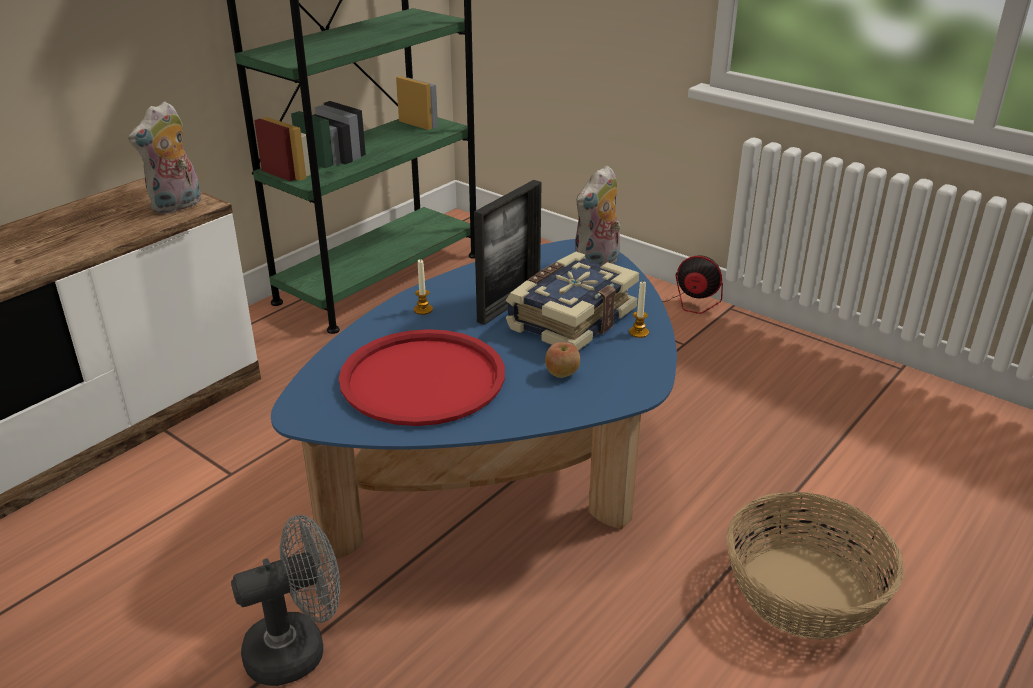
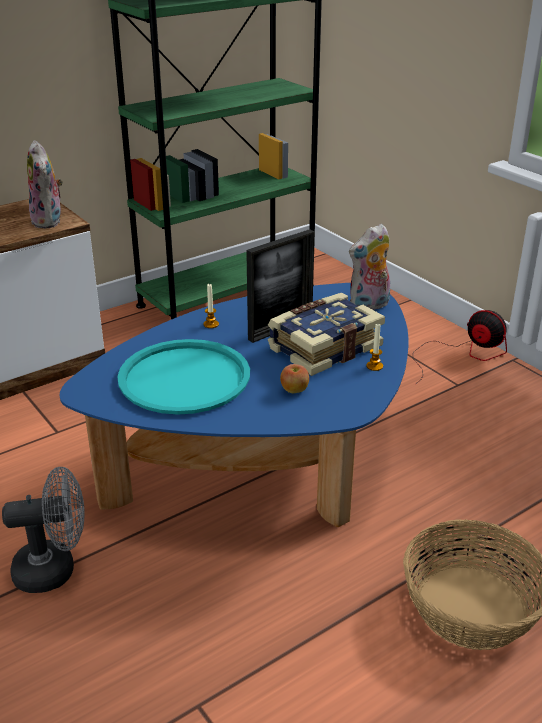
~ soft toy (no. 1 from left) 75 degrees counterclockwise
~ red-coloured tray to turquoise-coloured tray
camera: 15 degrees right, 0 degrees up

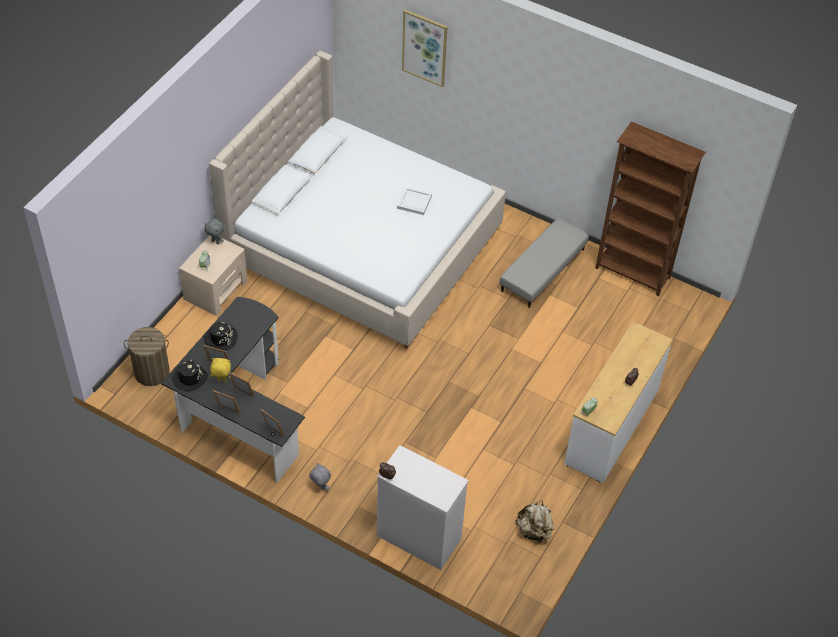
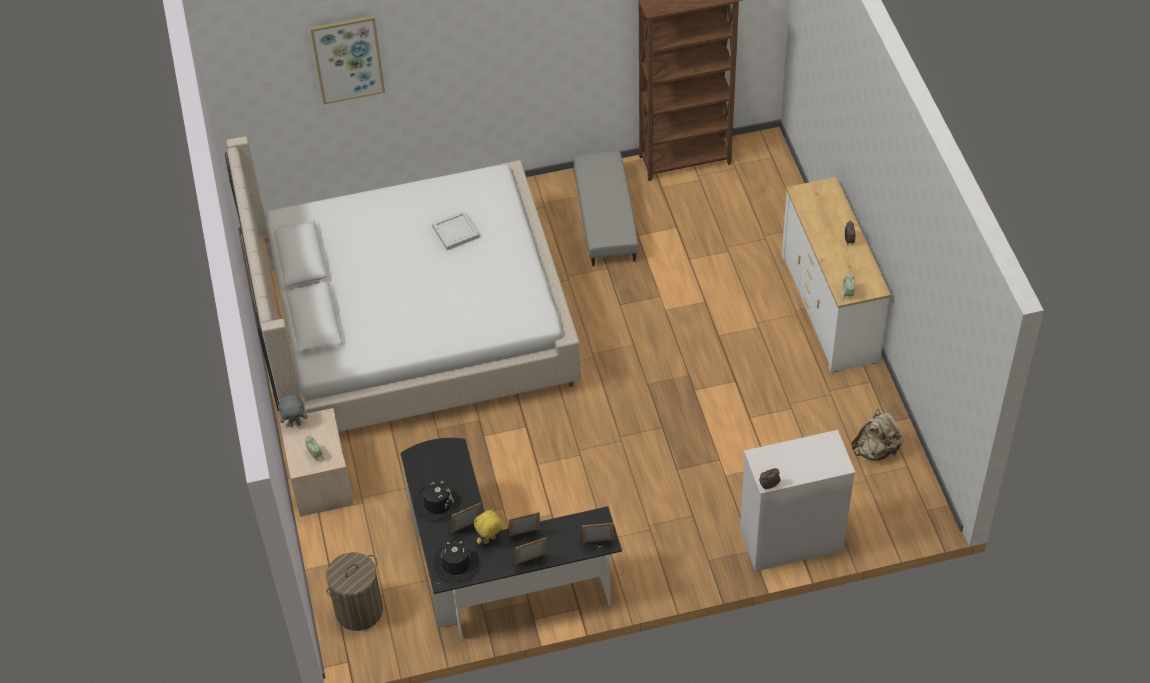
- greyish soft toy (no. 2 from left)
camera: 40 degrees left, 0 degrees up

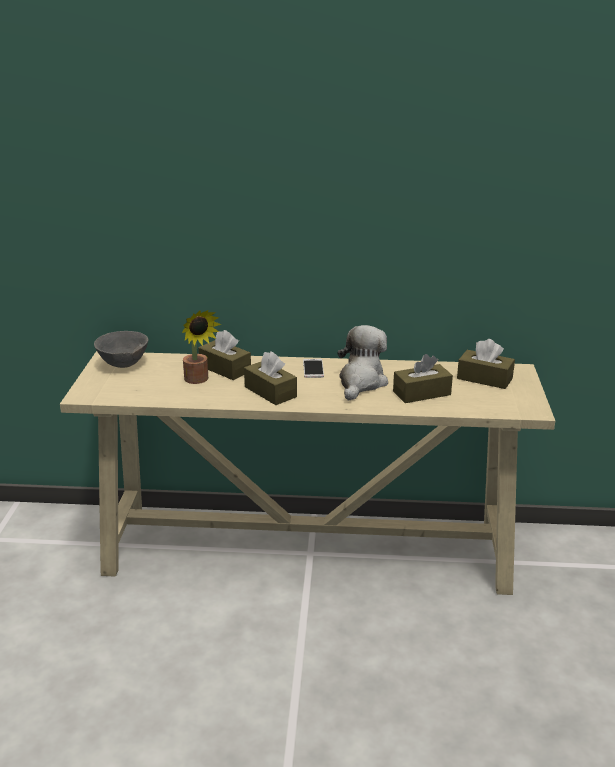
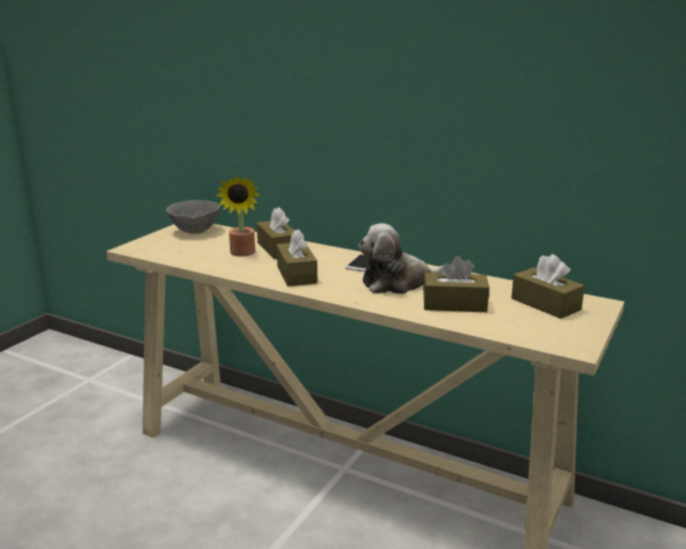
~ soft toy 150 degrees counterclockwise
camera: 25 degrees right, 5 degrees down

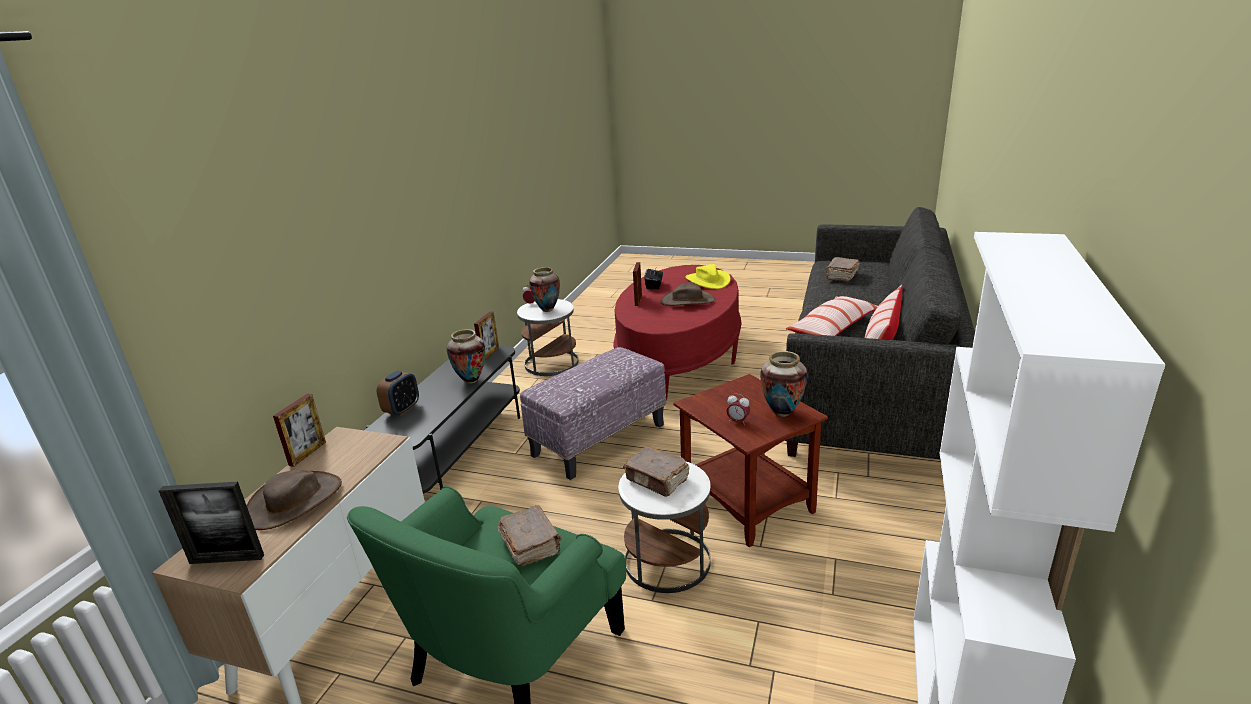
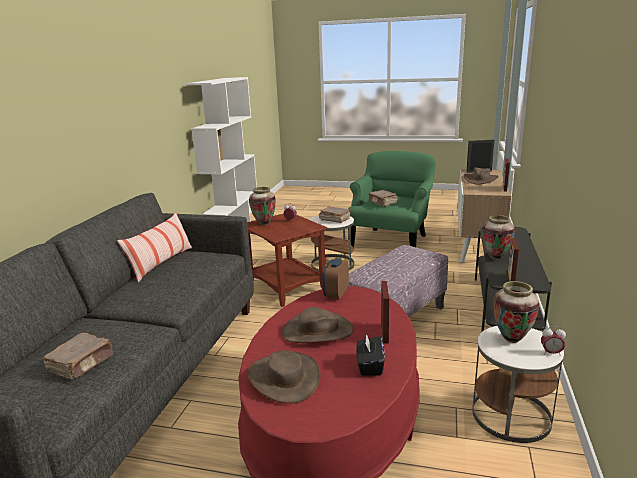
~ yellowish wearable hat to brown-coloured wearable hat (no. 1 from left)
- cushion (no. 1 from left)
~ bedside clock (no. 1 from left in the first image) to bedside clock (no. 2 from left)
camera: 175 degrees right, 5 degrees down

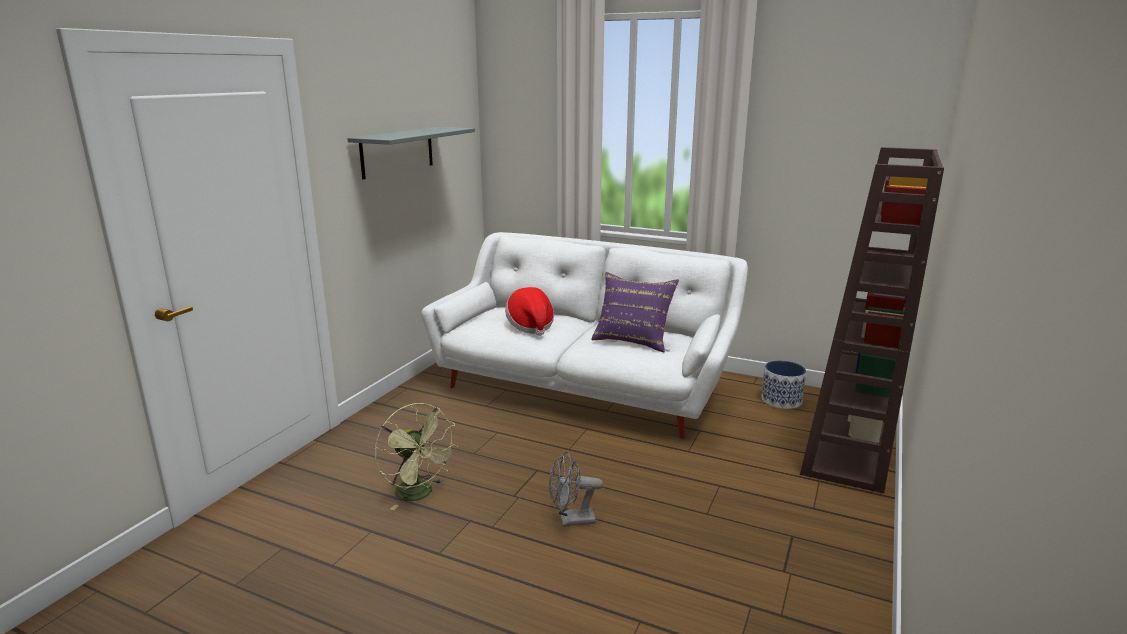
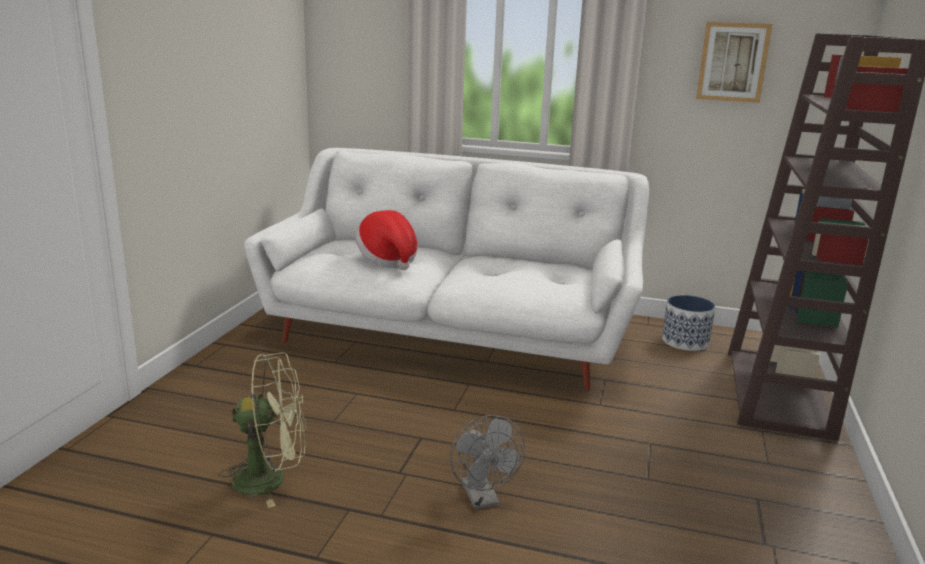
- greyish wall shelf
- purple-coloured cushion
~ green-coloured fan 45 degrees counterclockwise
~ greyish fan 90 degrees counterclockwise
+ wall picture
camera: 10 degrees left, 0 degrees up

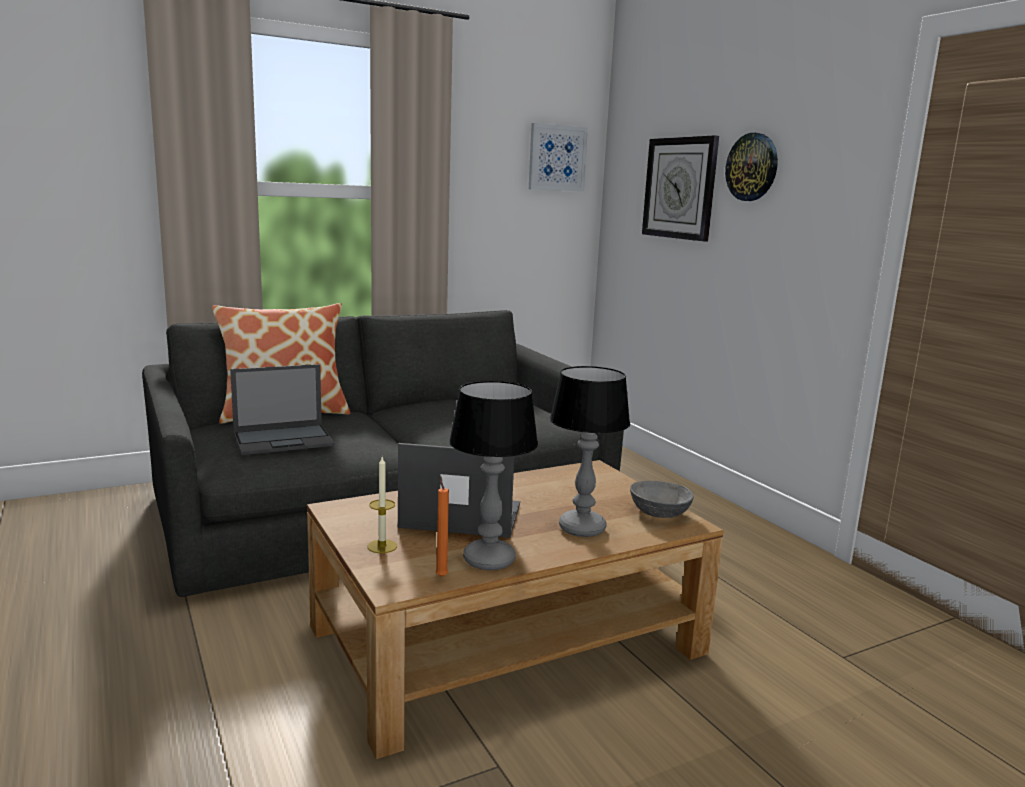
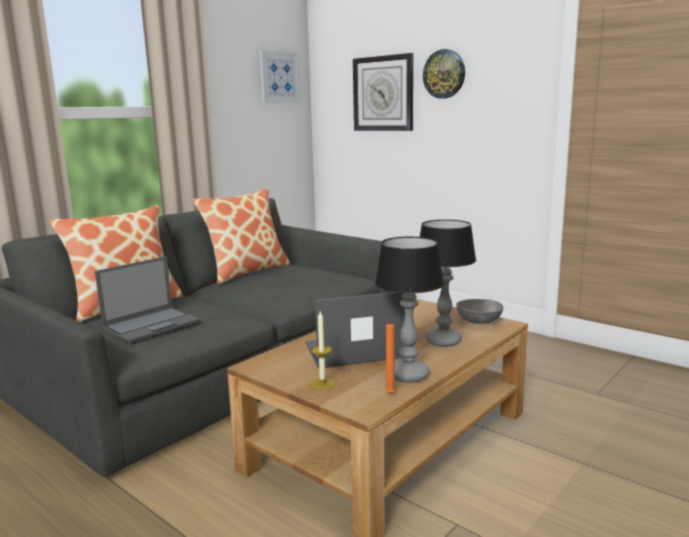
+ cushion (no. 2 from left)
camera: 20 degrees left, 0 degrees up

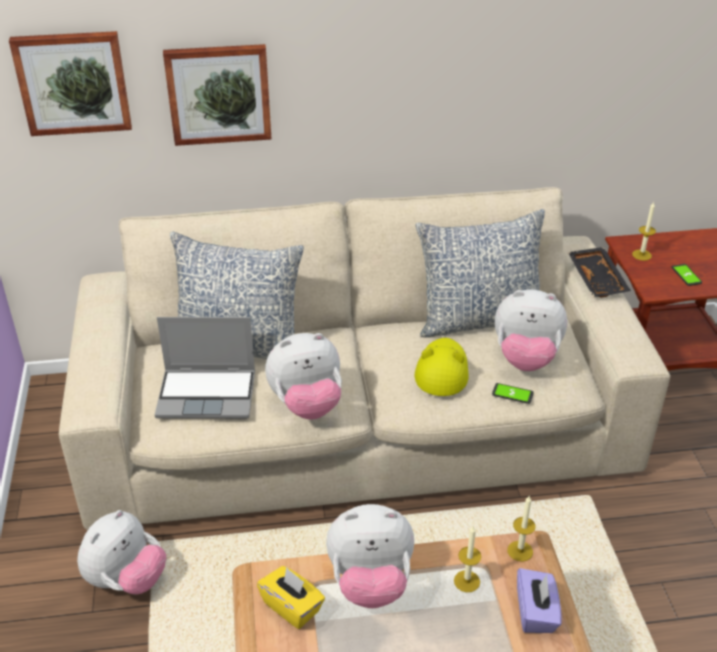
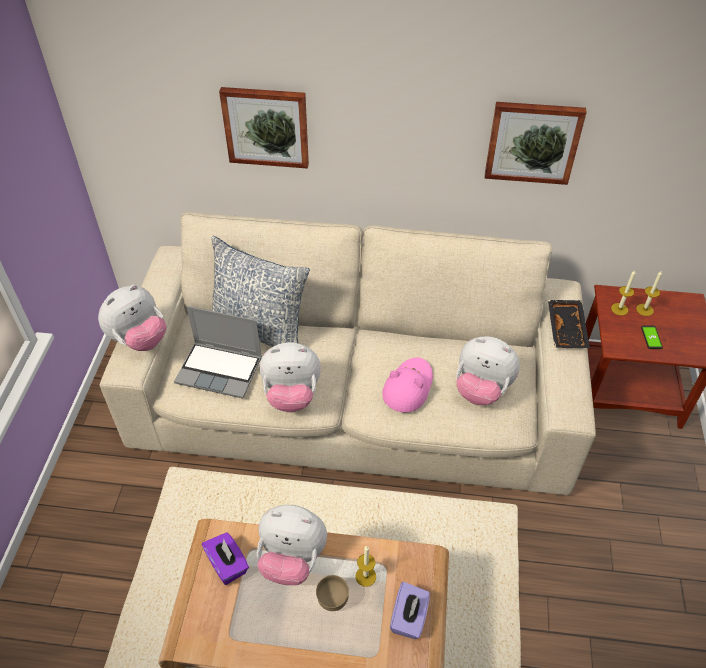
~ wall picture (no. 1 from left in the first image) to wall picture (no. 2 from left)
- cushion (no. 2 from left)
~ yellowish wearable hat to pink-coloured wearable hat
- phone (no. 1 from left)
~ candle (no. 2 from left in the first image) to candle (no. 3 from left)
~ soft toy (no. 1 from left)
~ yellowish box of tissues to purple-coloured box of tissues (no. 1 from left)
+ brown-coloured bowl
camera: 15 degrees right, 10 degrees up

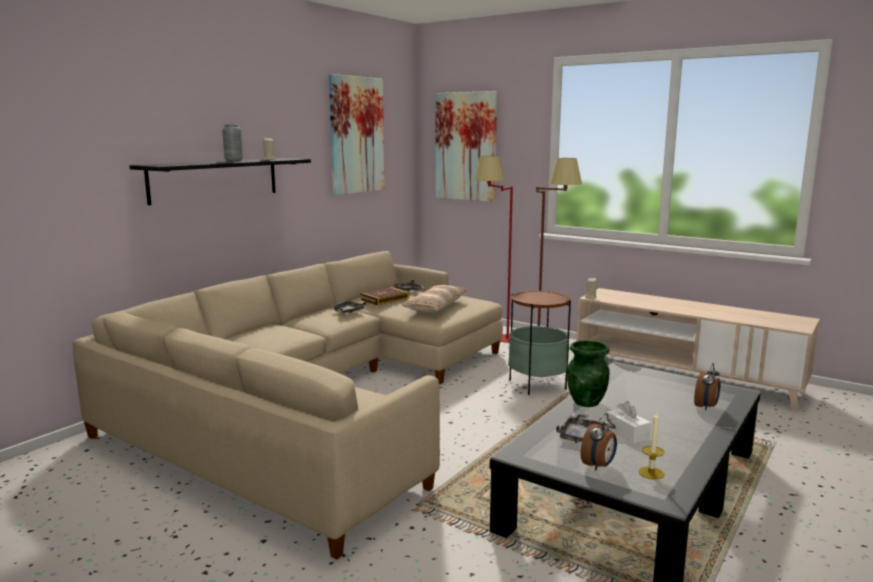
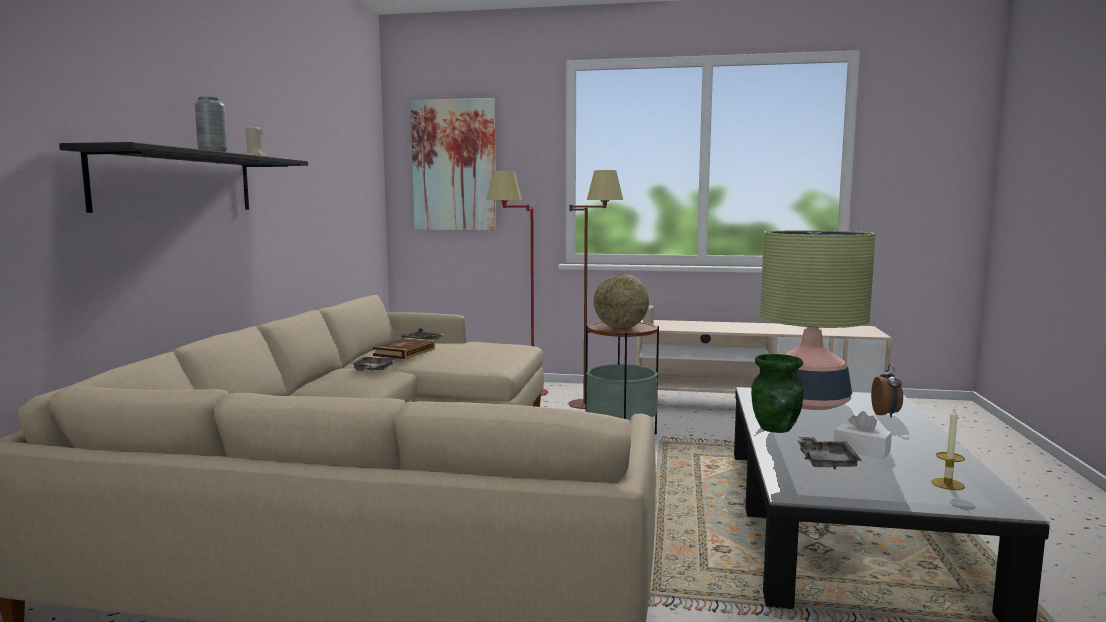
- wall picture (no. 1 from left)
- cushion
- bedside clock (no. 1 from left)
+ tabletop lamp
+ globe
camera: 25 degrees left, 5 degrees down

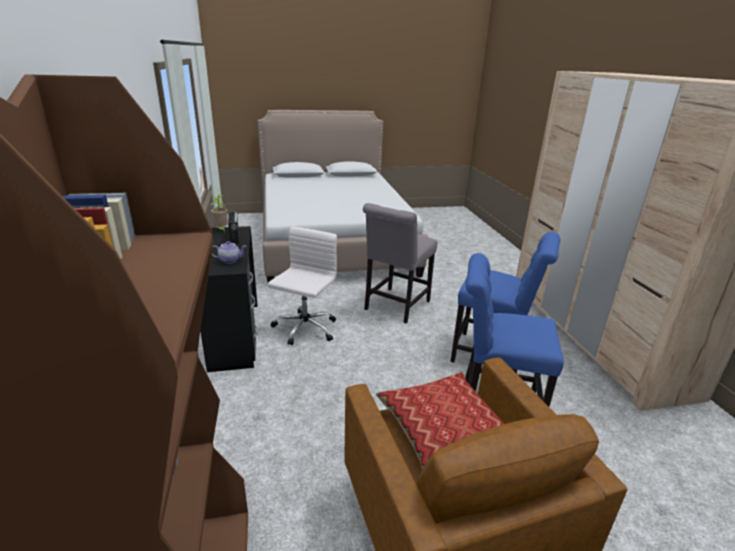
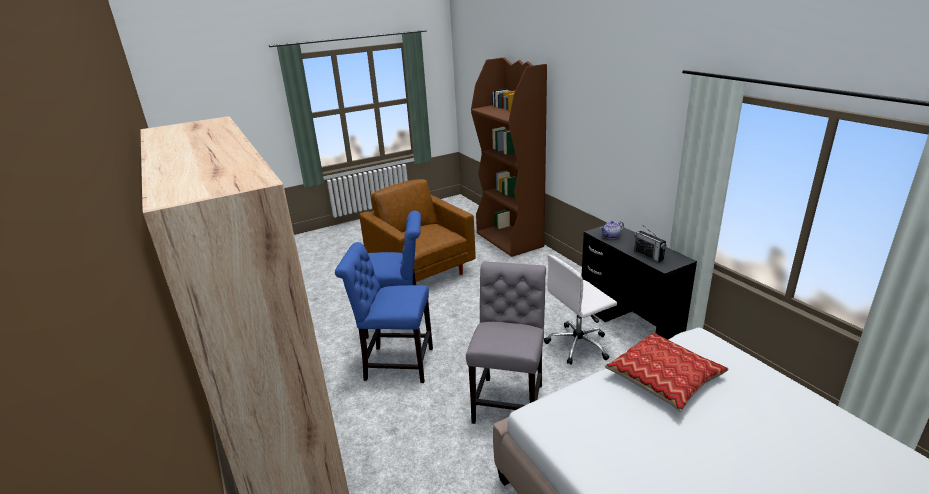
- potted plant
~ white desk chair 60 degrees clockwise
~ cushion
camera: 165 degrees right, 0 degrees up

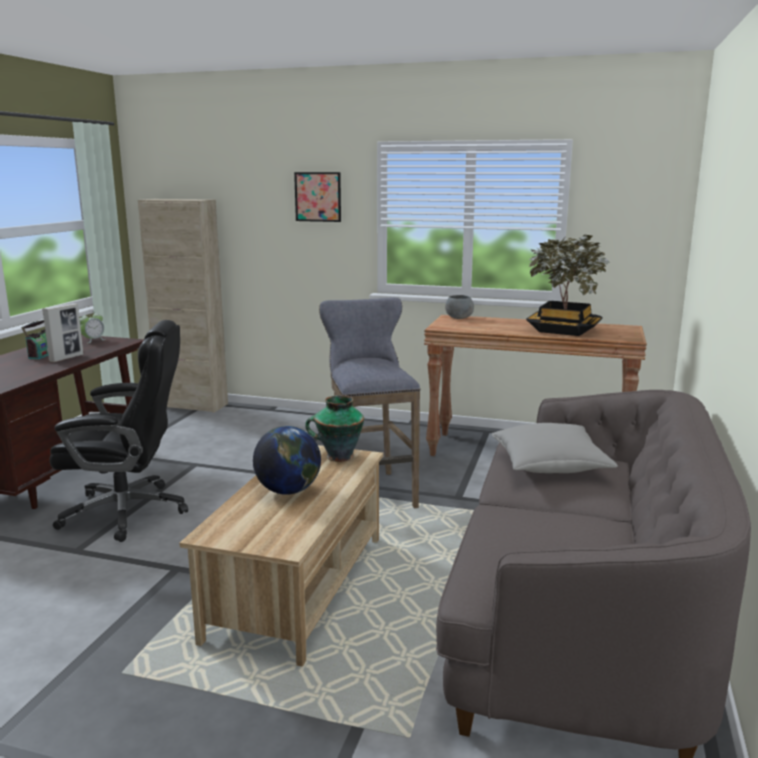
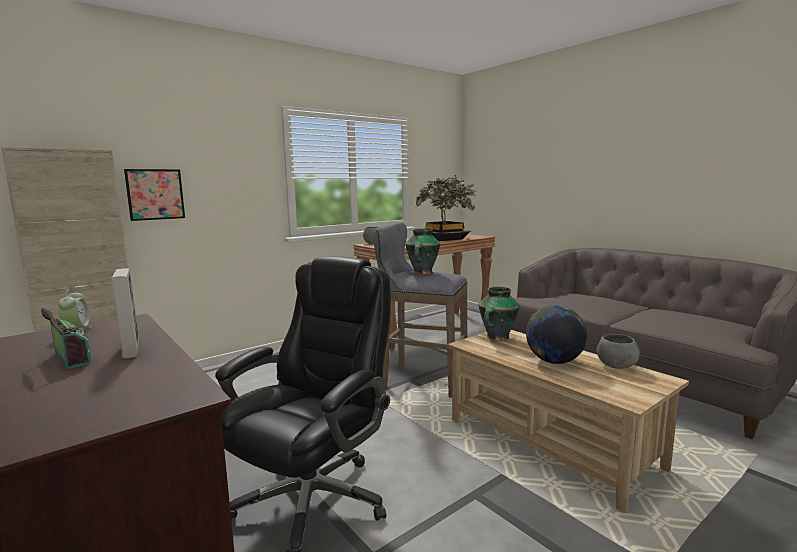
~ wall picture
- greyish cushion
+ decorative vase (no. 1 from left)
+ greyish bowl (no. 2 from left)
camera: 55 degrees left, 5 degrees down

